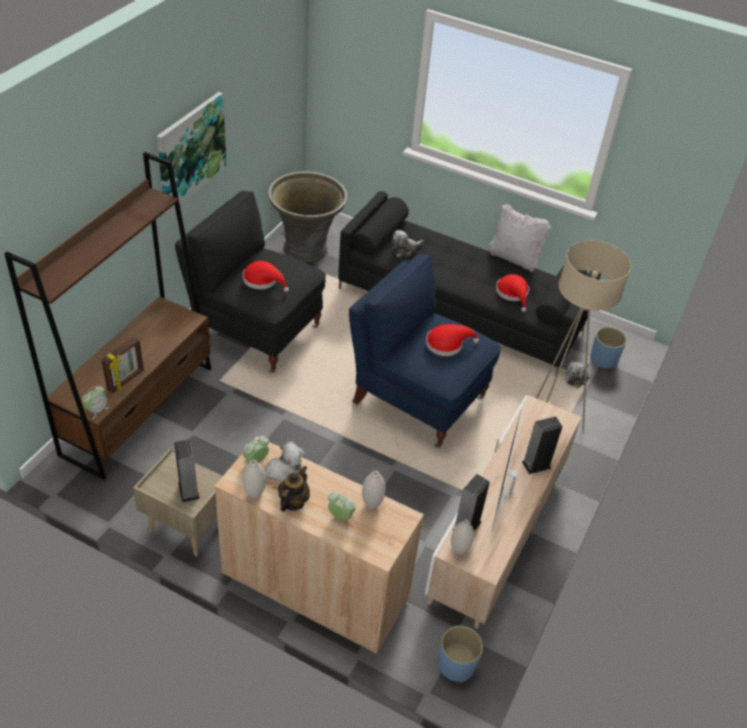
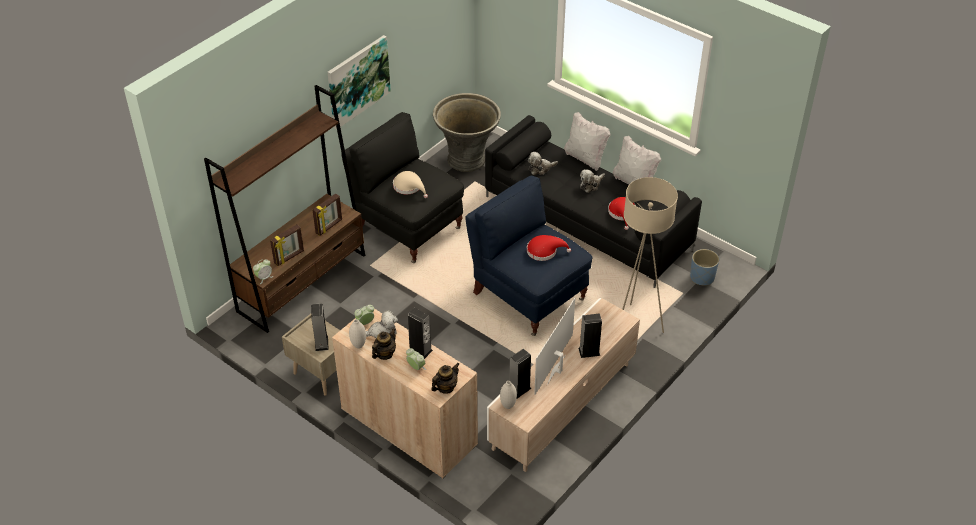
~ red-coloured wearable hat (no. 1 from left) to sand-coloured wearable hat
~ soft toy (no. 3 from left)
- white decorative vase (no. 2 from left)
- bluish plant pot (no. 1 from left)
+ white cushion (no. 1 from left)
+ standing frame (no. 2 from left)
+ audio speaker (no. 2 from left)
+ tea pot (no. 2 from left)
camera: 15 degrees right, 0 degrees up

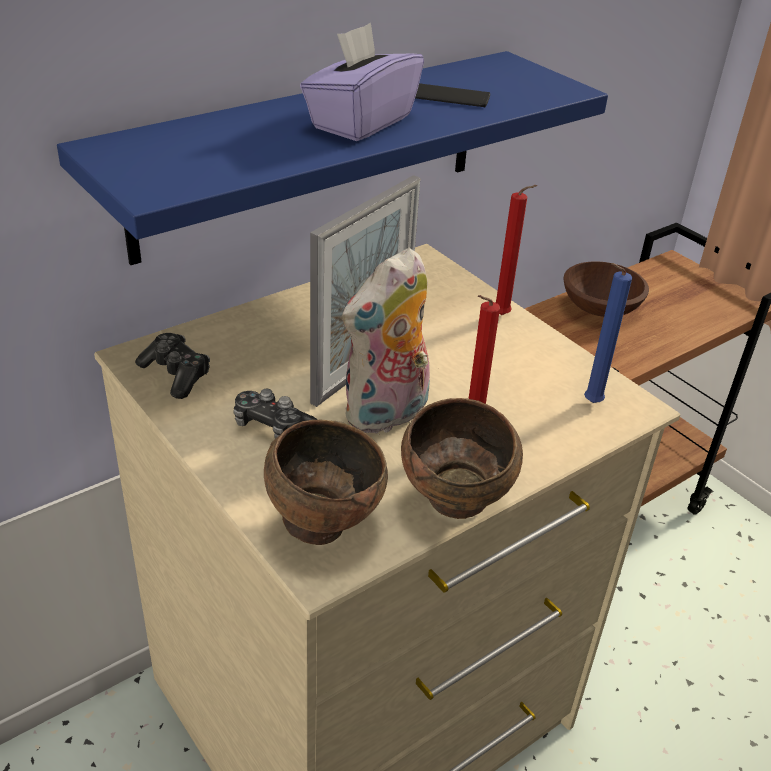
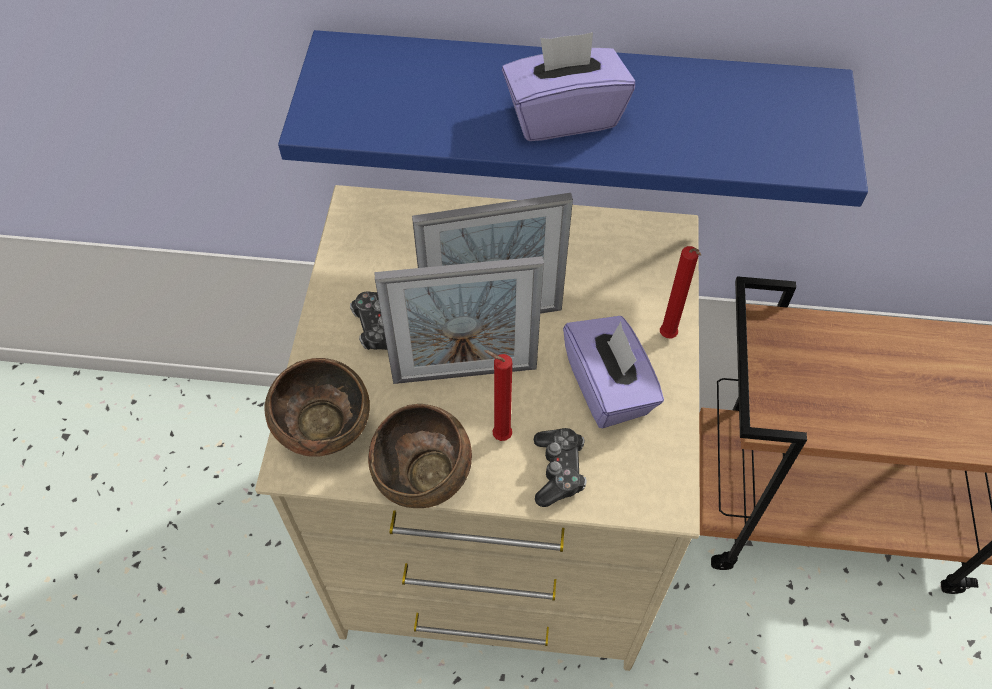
- phone
~ soft toy to standing frame (no. 1 from left)
- brown-coloured bowl (no. 3 from left)
- bluish candle
~ gamepad (no. 1 from left in the first image) to gamepad (no. 2 from left)
+ purple-coloured box of tissues (no. 2 from left)
camera: 45 degrees right, 20 degrees up

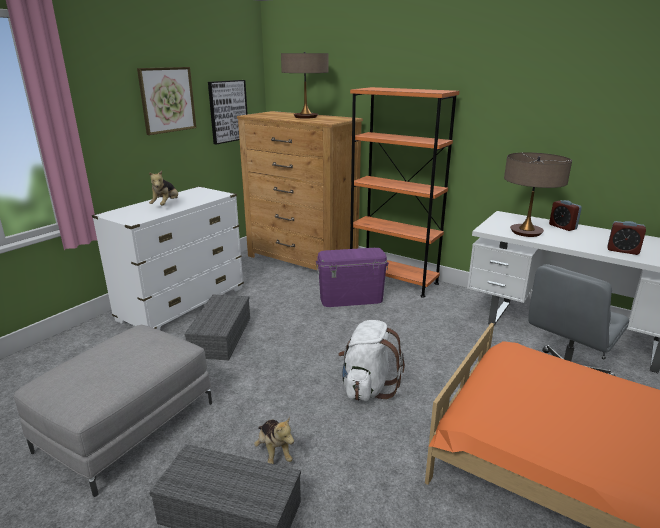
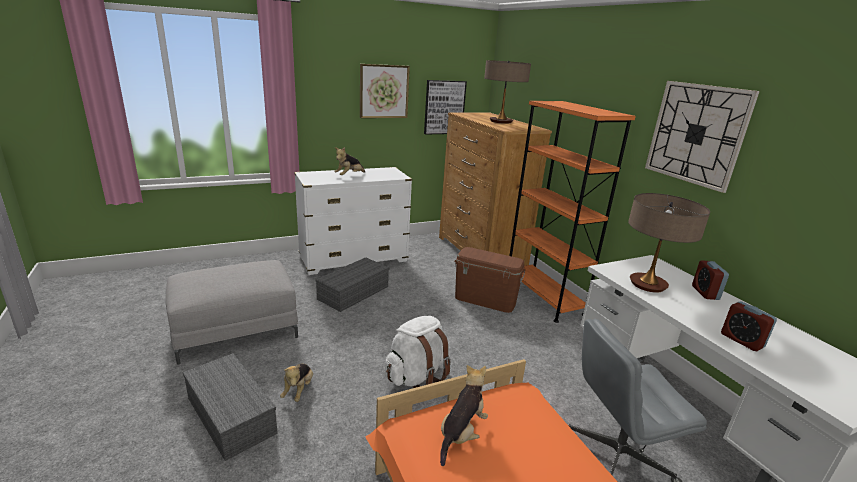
~ purple-coloured storage bin to brown-coloured storage bin
+ clock on the wall
+ soft toy (no. 3 from left)
camera: 30 degrees right, 0 degrees up

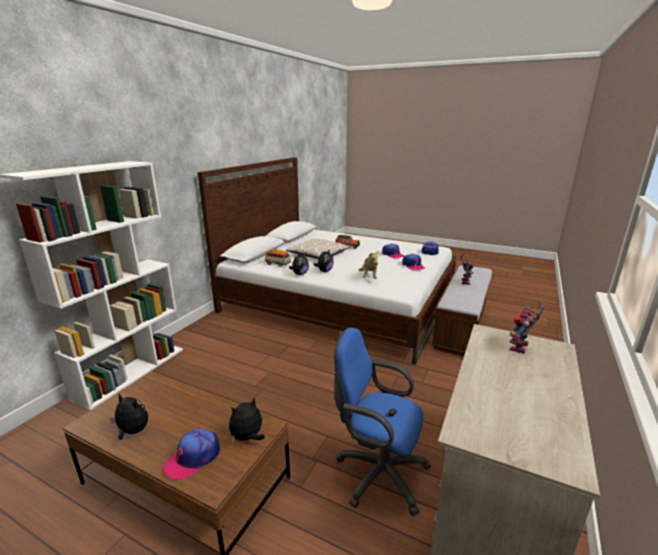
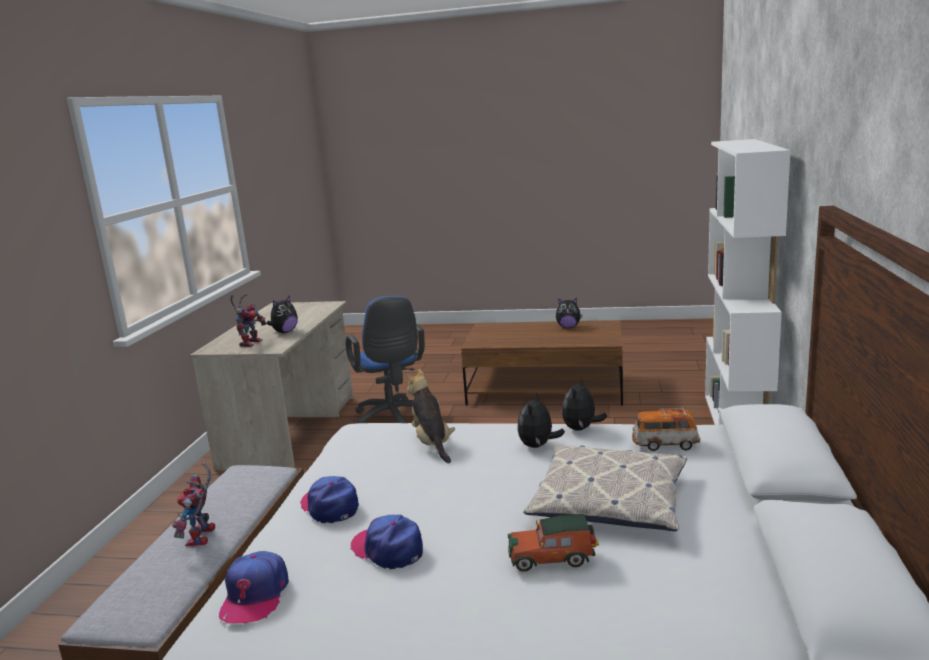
~ bluish desk chair 60 degrees clockwise
~ soft toy (no. 2 from left in the first image) to soft toy (no. 1 from left)
- peaked cap (no. 1 from left)
camera: 165 degrees right, 5 degrees down

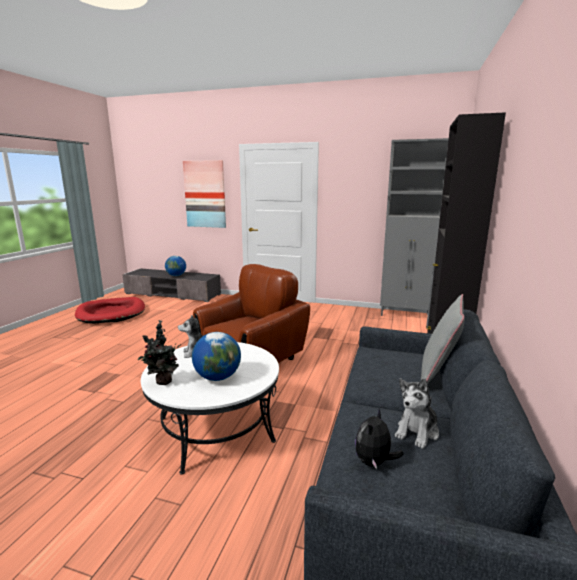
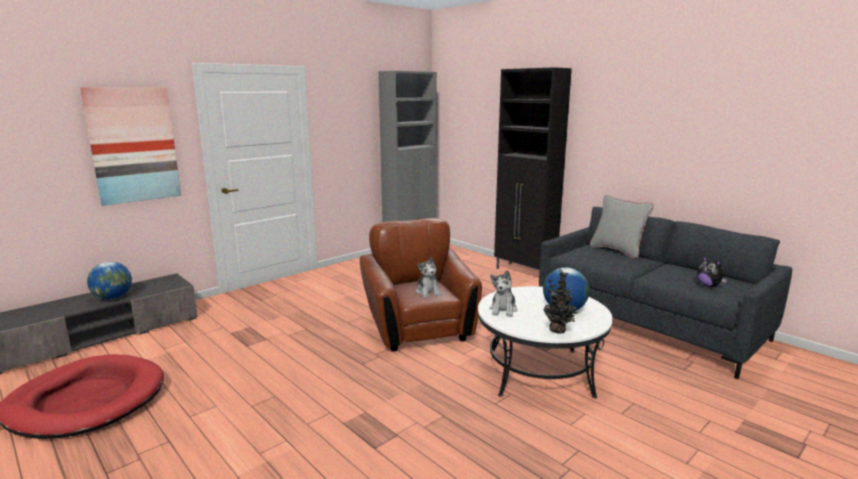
~ soft toy (no. 3 from left in the first image) to soft toy (no. 1 from left)
camera: 60 degrees left, 0 degrees up

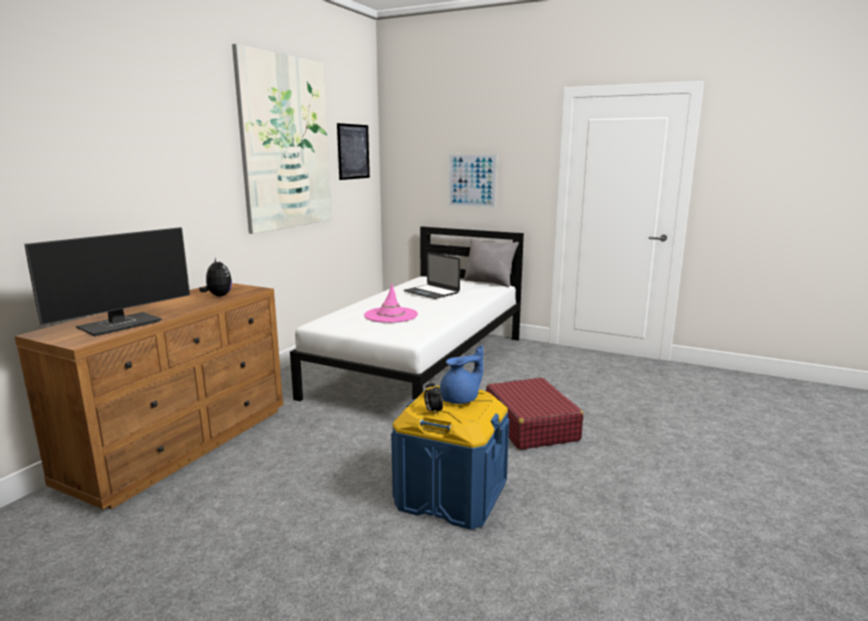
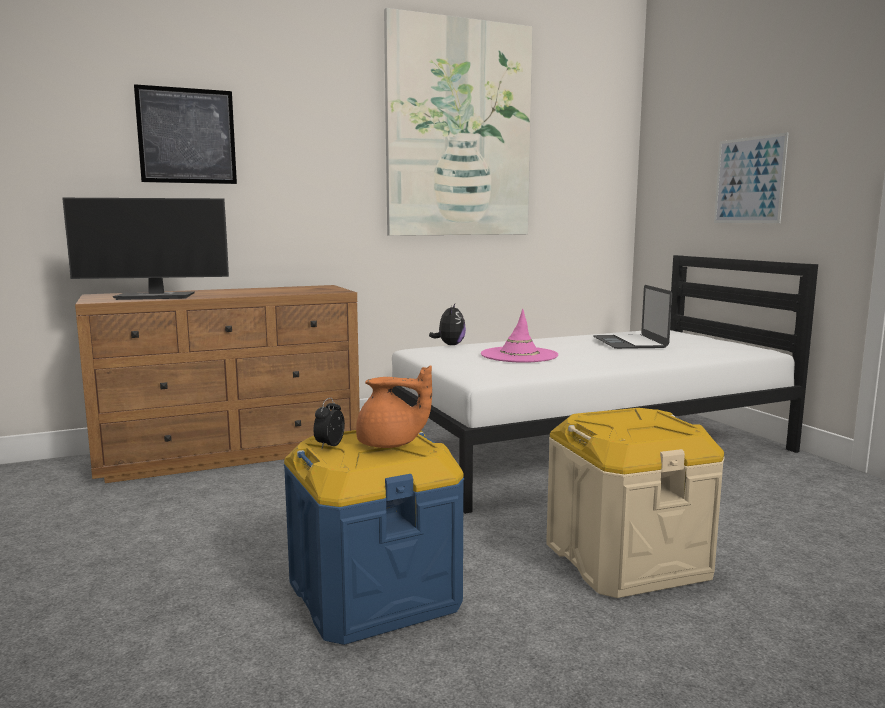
~ wall picture (no. 2 from left in the first image) to wall picture (no. 1 from left)
- greyish cushion
~ soft toy
~ bluish tea pot to orangey tea pot
~ red-coloured travel case to sand-coloured storage bin
camera: 40 degrees right, 5 degrees down

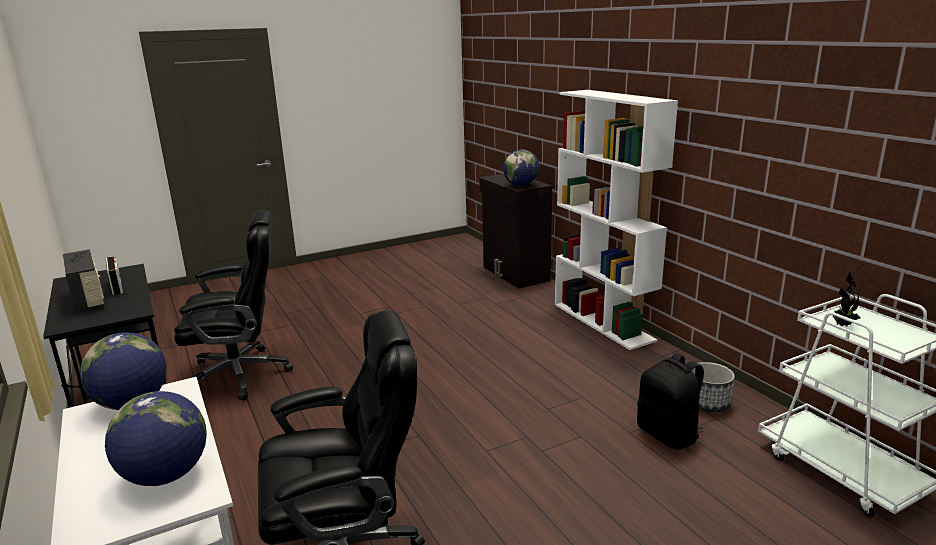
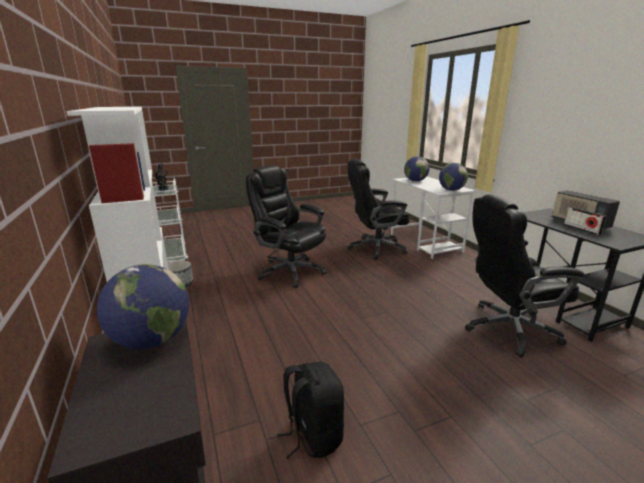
~ blackish knapsack
+ blackish desk chair (no. 1 from left)
camera: 175 degrees left, 0 degrees up

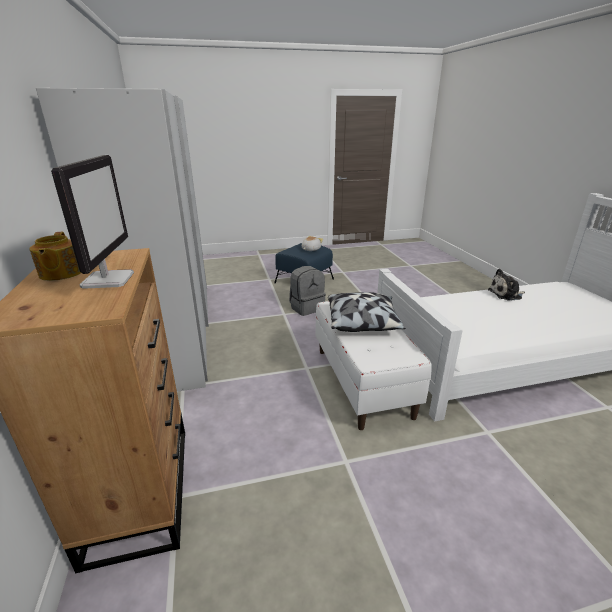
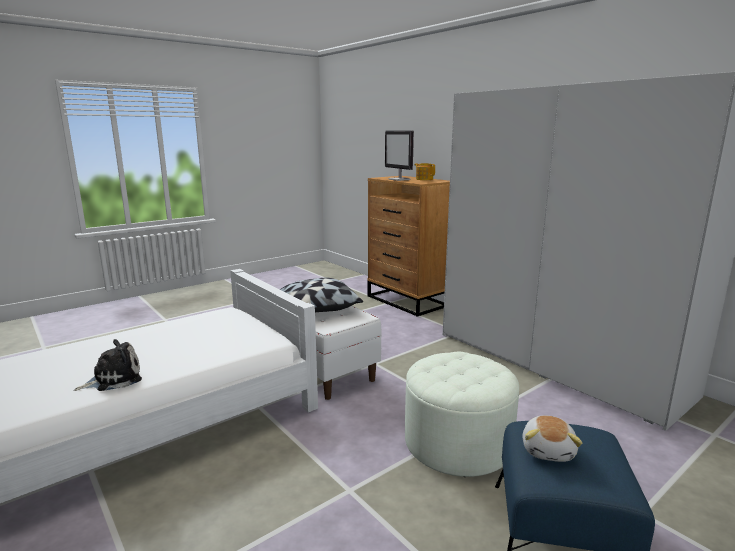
~ greyish knapsack to white ottoman
camera: 155 degrees right, 10 degrees down

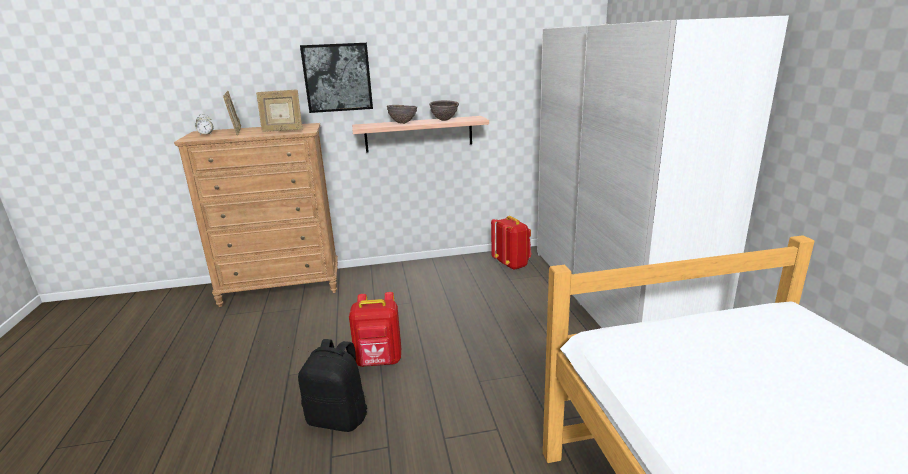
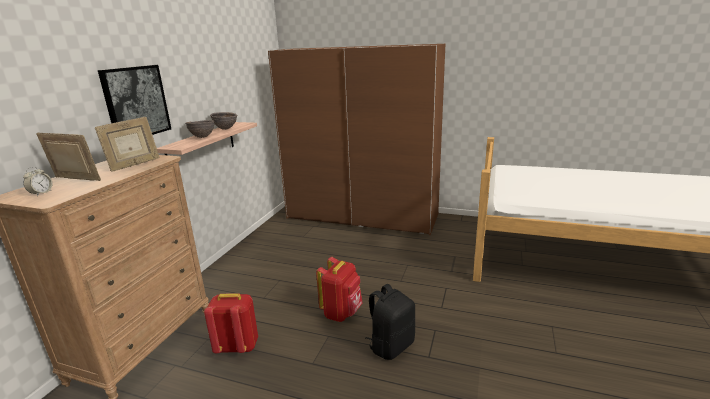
~ white clothes cupboard to brown-coloured clothes cupboard
~ red-coloured knapsack (no. 2 from left in the first image) to red-coloured knapsack (no. 1 from left)
camera: 60 degrees left, 0 degrees up

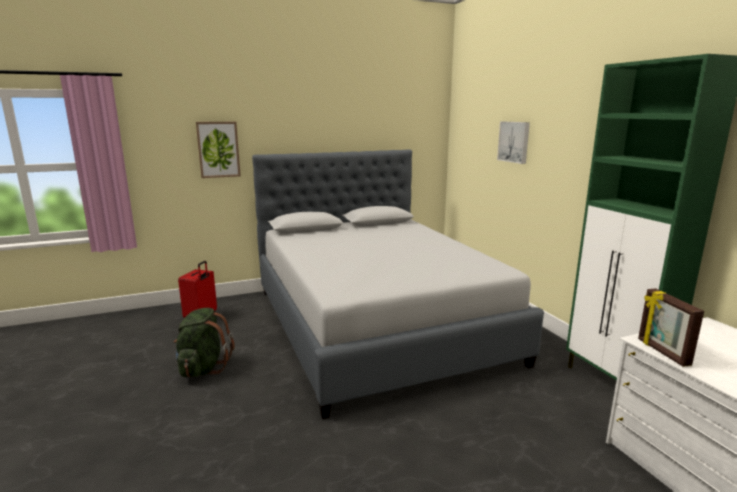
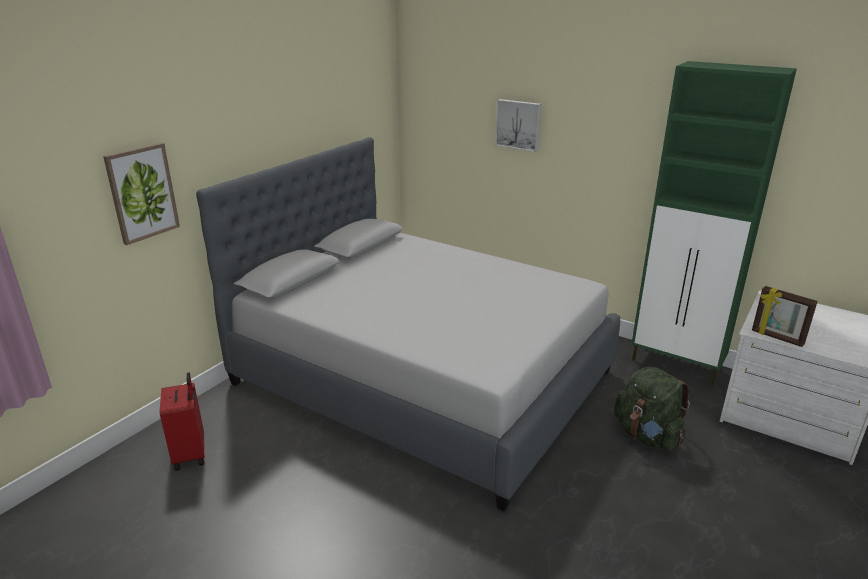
~ green-coloured knapsack
camera: 35 degrees left, 10 degrees up

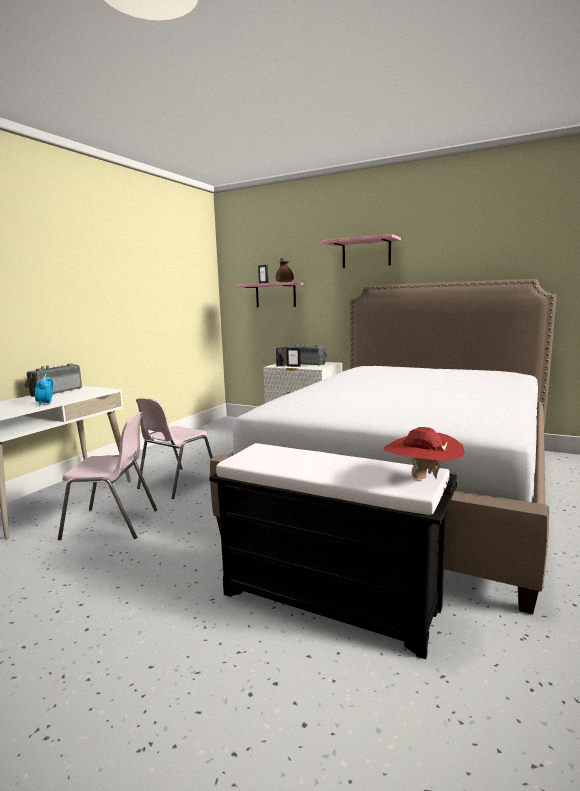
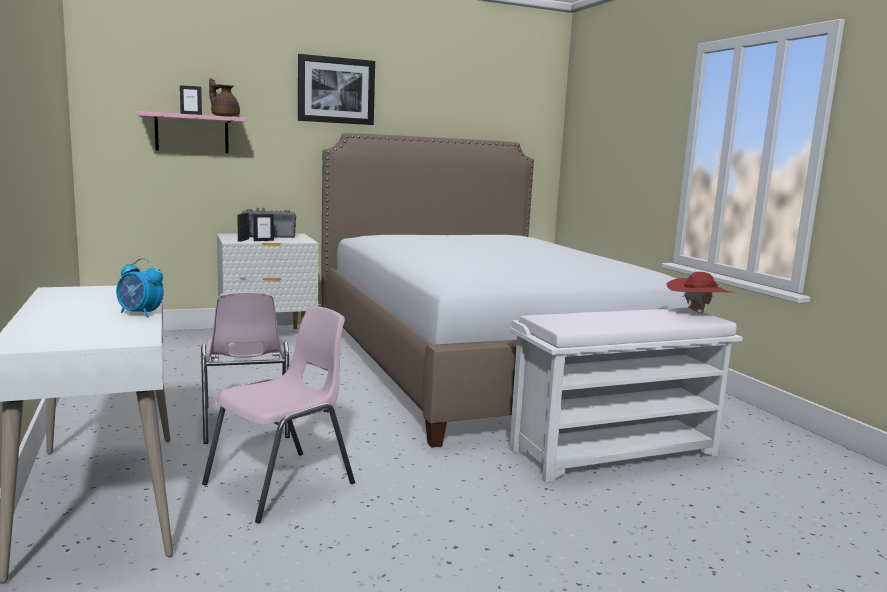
~ pink-coloured wall shelf (no. 2 from left) to wall picture
- radio (no. 1 from left)
~ blackish bench to white bench
camera: 50 degrees left, 0 degrees up

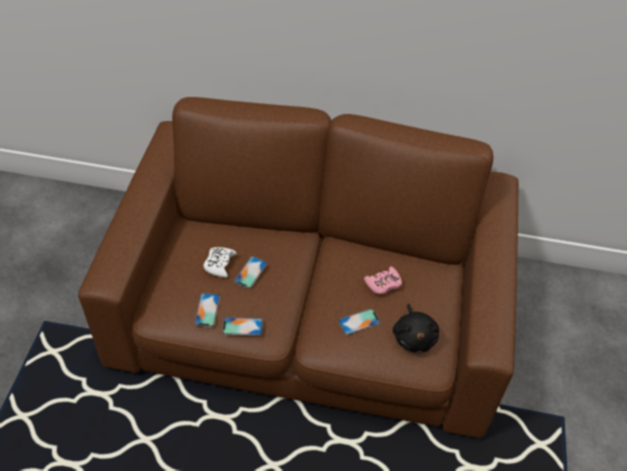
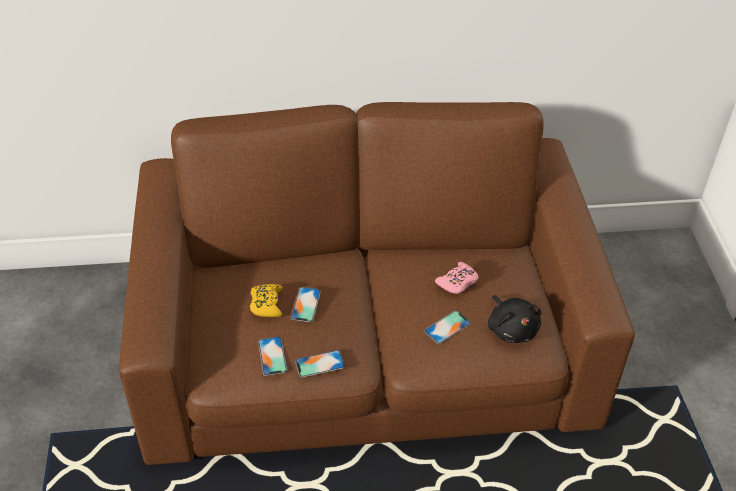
~ white gamepad to yellowish gamepad
camera: 15 degrees left, 5 degrees down

